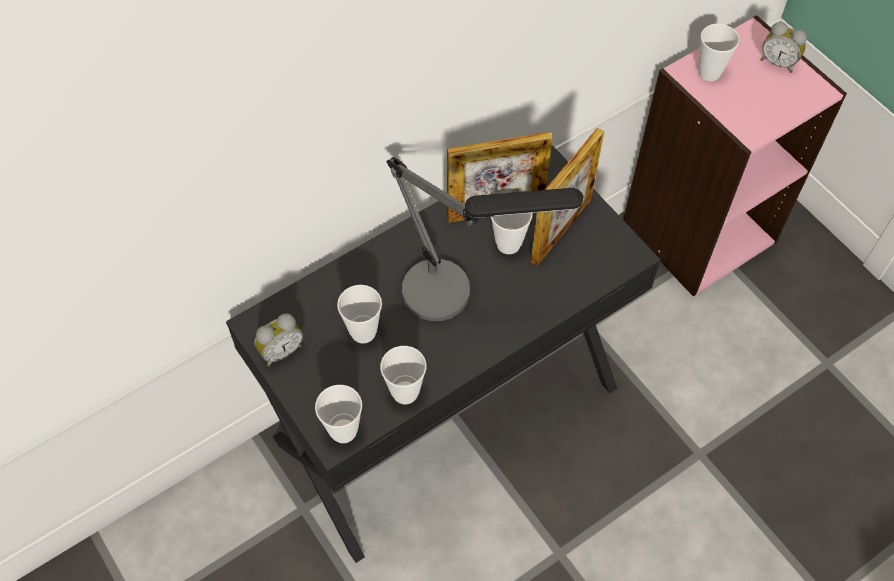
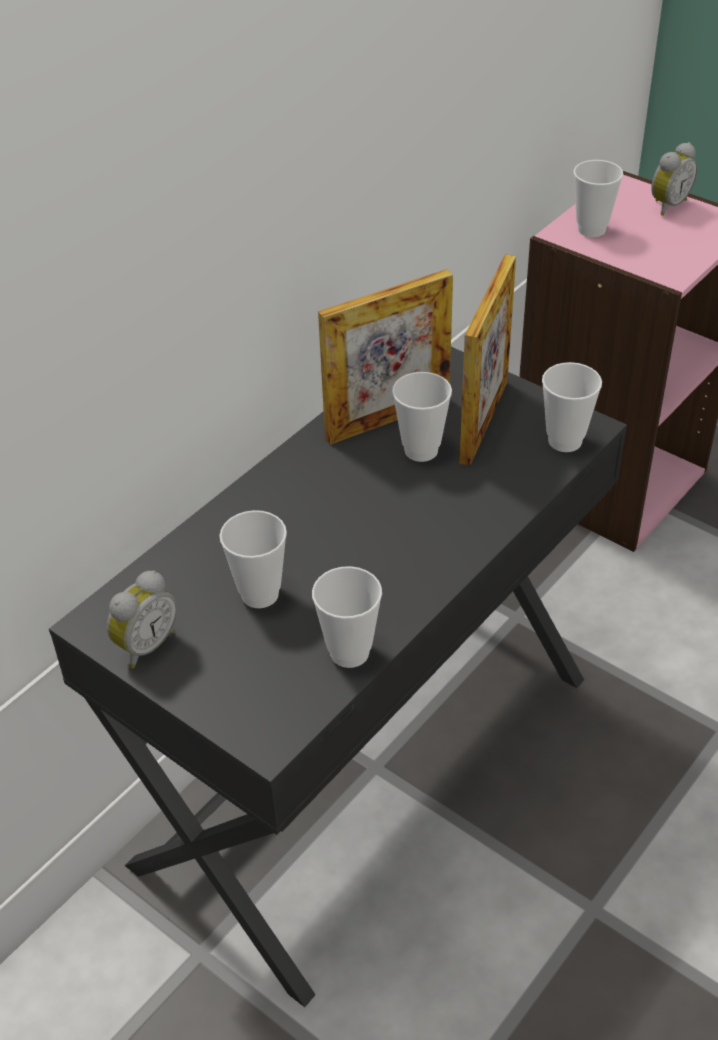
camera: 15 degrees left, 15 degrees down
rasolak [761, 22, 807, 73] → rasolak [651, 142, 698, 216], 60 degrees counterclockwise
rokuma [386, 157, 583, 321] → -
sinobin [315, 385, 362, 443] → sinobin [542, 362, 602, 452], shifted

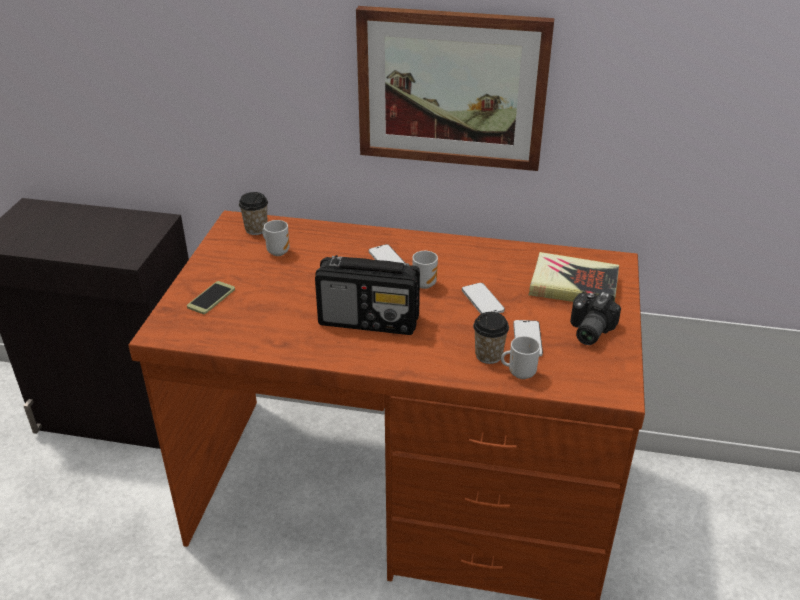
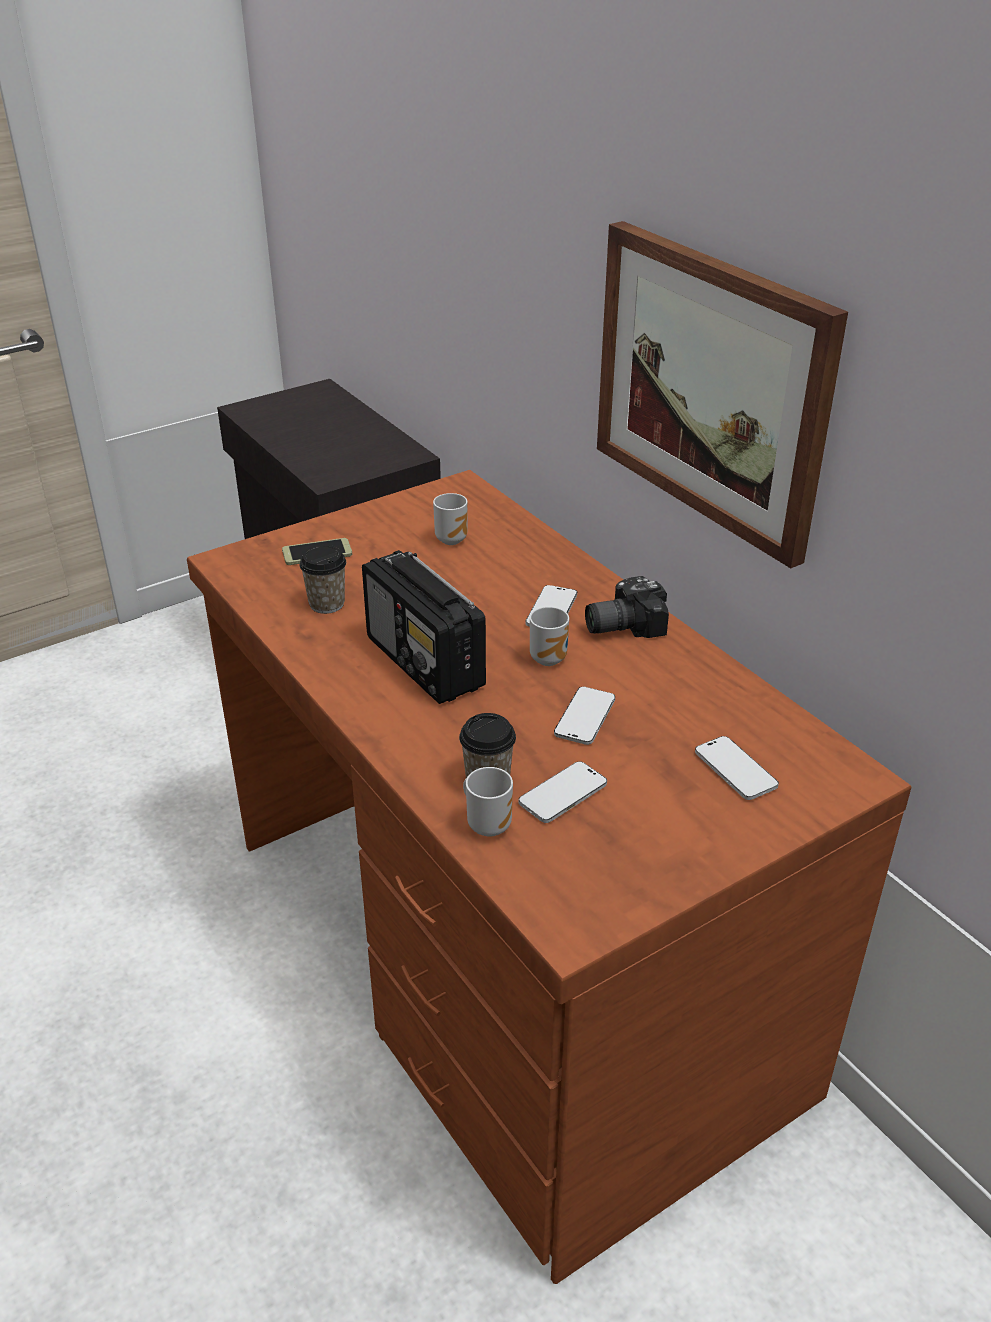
camera: 45 degrees right, 0 degrees up
sinobin [239, 192, 268, 235] → sinobin [299, 545, 346, 614], shifted
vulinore [529, 252, 619, 302] → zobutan [695, 736, 779, 800]
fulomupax [570, 292, 621, 345] → fulomupax [585, 576, 669, 638], shifted

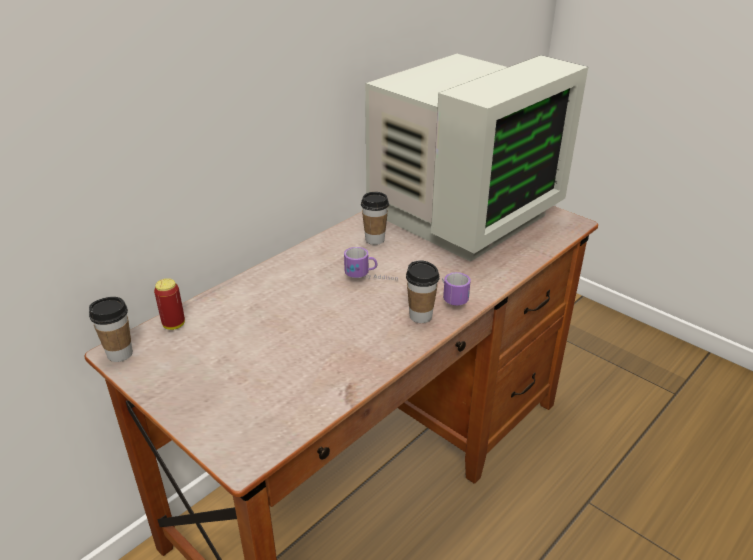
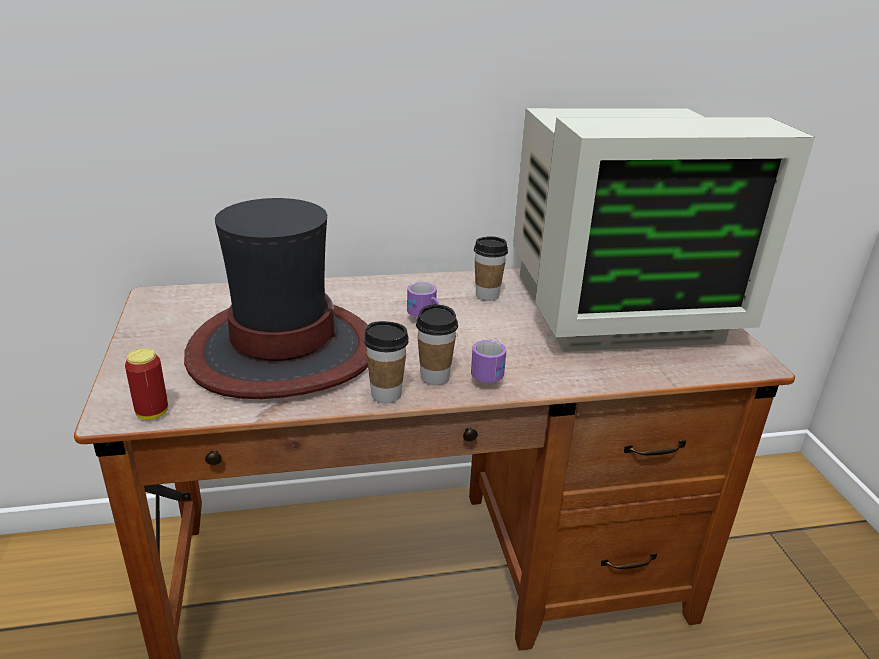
camera: 35 degrees right, 5 degrees down
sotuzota [154, 278, 185, 330] → sotuzota [125, 348, 168, 420], shifted
sinobin [89, 297, 133, 362] → sinobin [364, 321, 409, 403], shifted
- → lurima [184, 198, 368, 399]

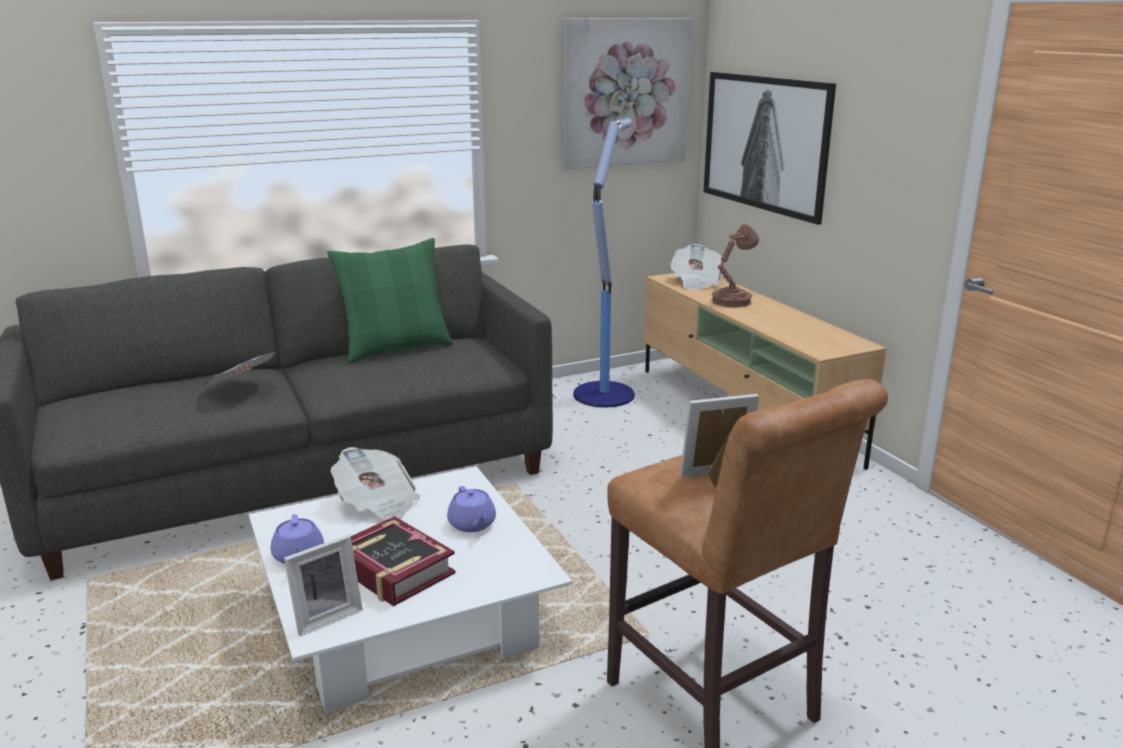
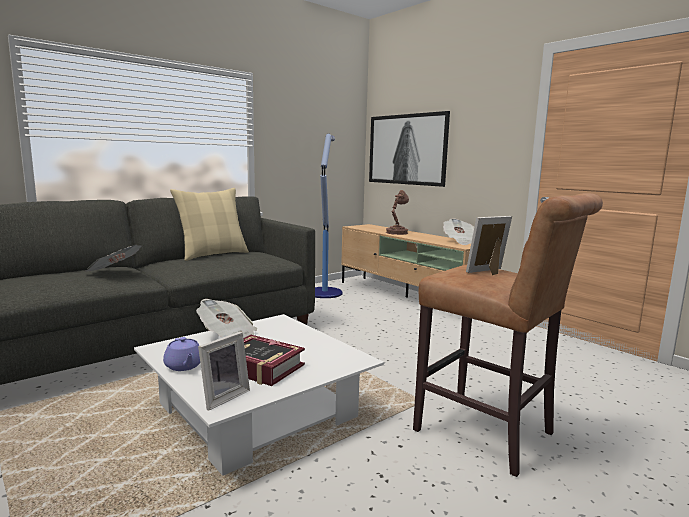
camera: 15 degrees left, 10 degrees down
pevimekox [563, 18, 692, 170] → -
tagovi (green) [327, 238, 453, 363] → tagovi (beige) [170, 188, 249, 261]
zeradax [670, 244, 724, 290] → zeradax [443, 218, 474, 245], shifted
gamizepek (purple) [447, 486, 496, 532] → -

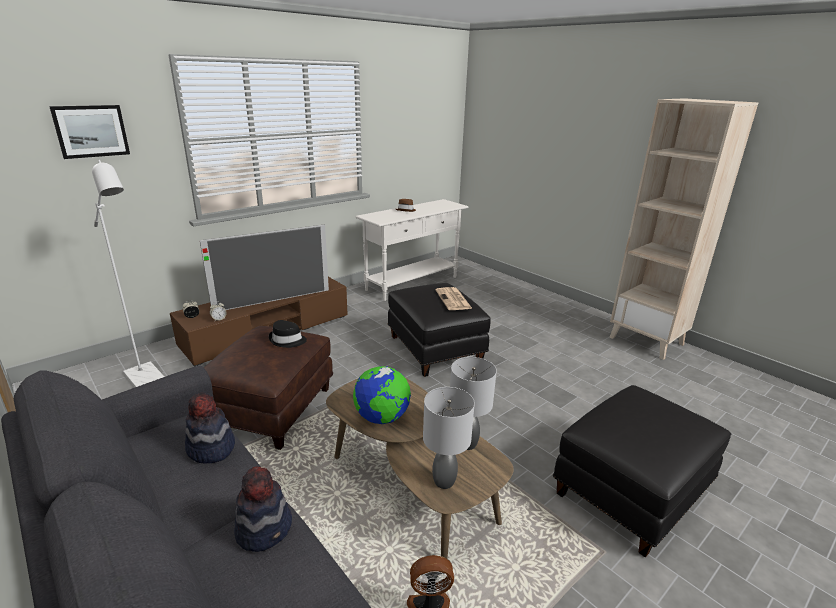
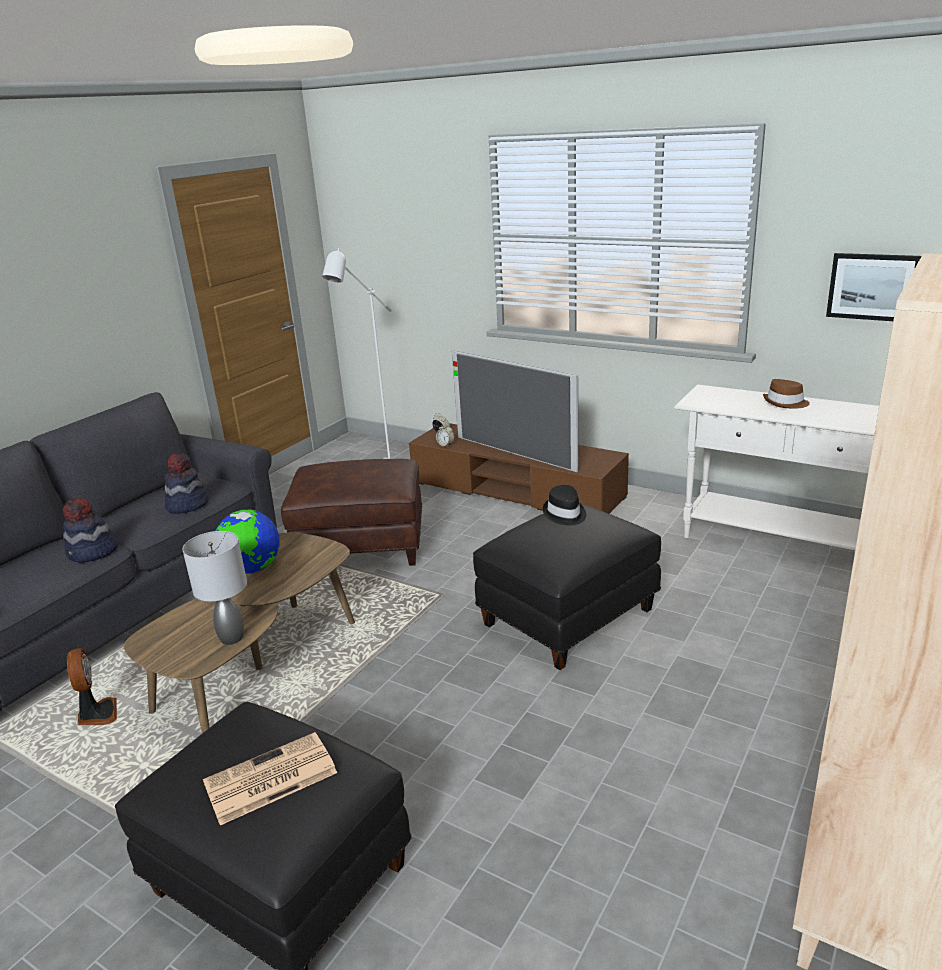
camera: 75 degrees right, 0 degrees up
pevimekox [49, 105, 130, 159] → pevimekox [826, 253, 921, 321], shifted
zeradax [435, 287, 472, 310] → zeradax [203, 732, 337, 825], shifted
lurima (black) [269, 320, 307, 348] → lurima (black) [543, 485, 586, 525], shifted
rokuma (grey) [423, 387, 475, 489] → -

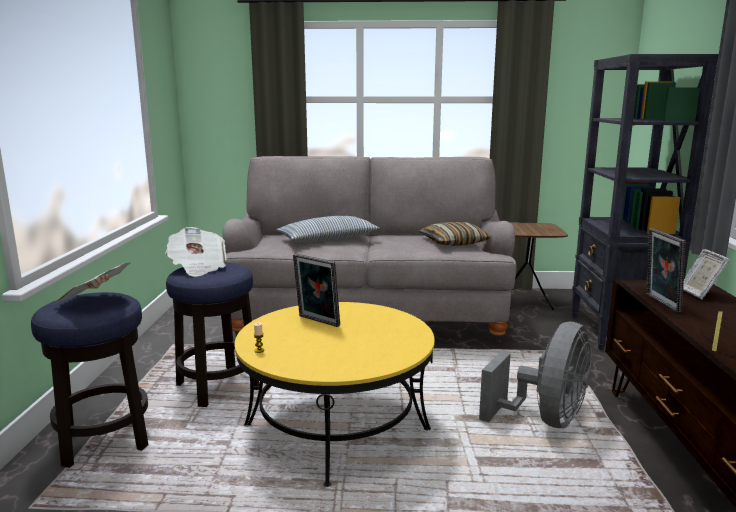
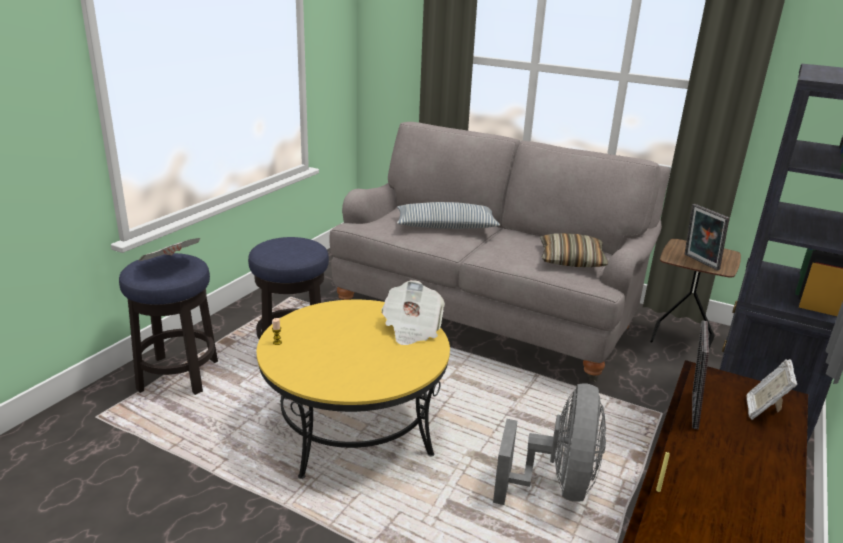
camera: 25 degrees right, 10 degrees up
zeradax [166, 227, 226, 277] → zeradax [381, 280, 445, 345], shifted
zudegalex [293, 254, 340, 327] → zudegalex [684, 204, 729, 270], shifted
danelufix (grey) [479, 322, 591, 428] → danelufix (grey) [493, 383, 606, 505], 45 degrees counterclockwise

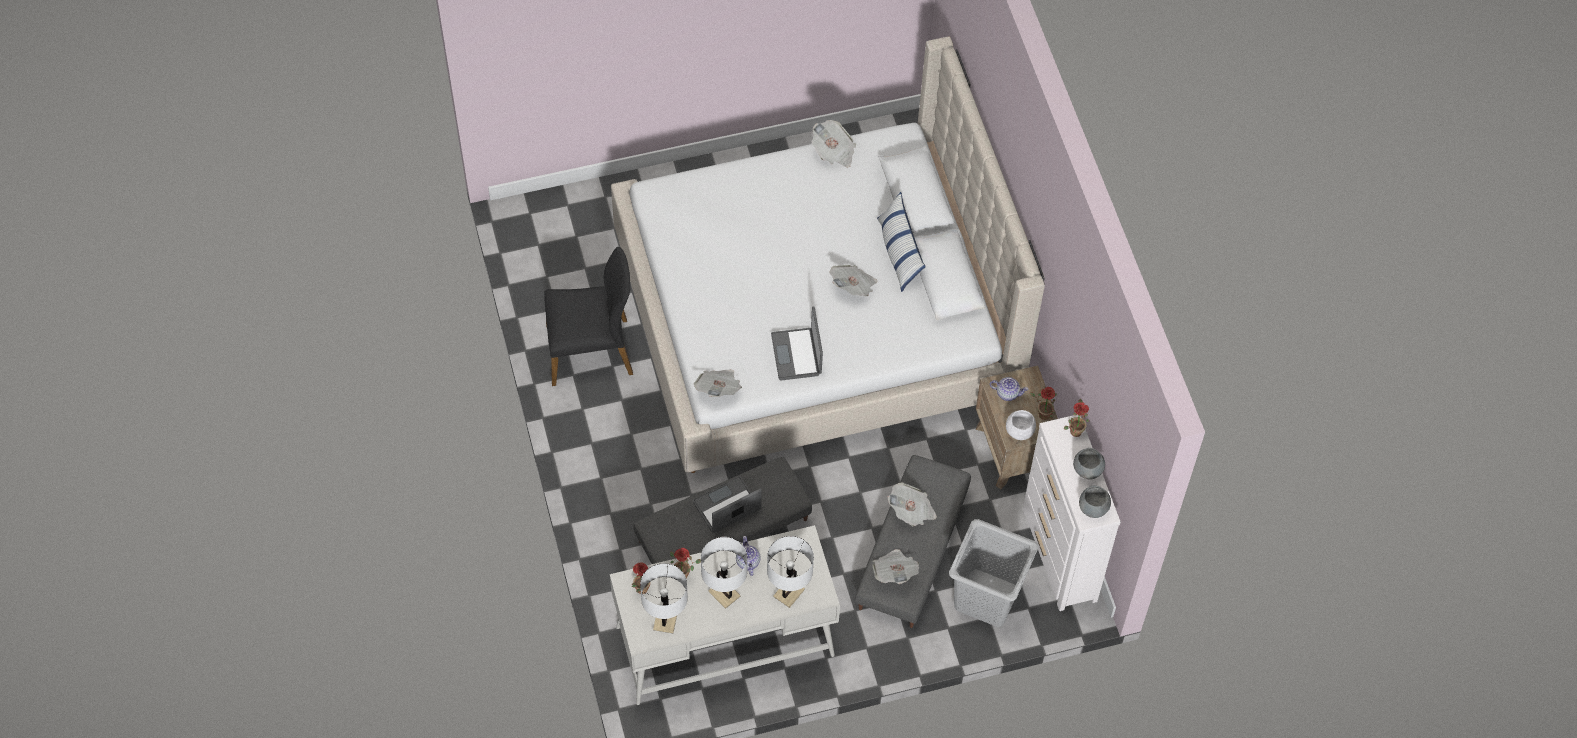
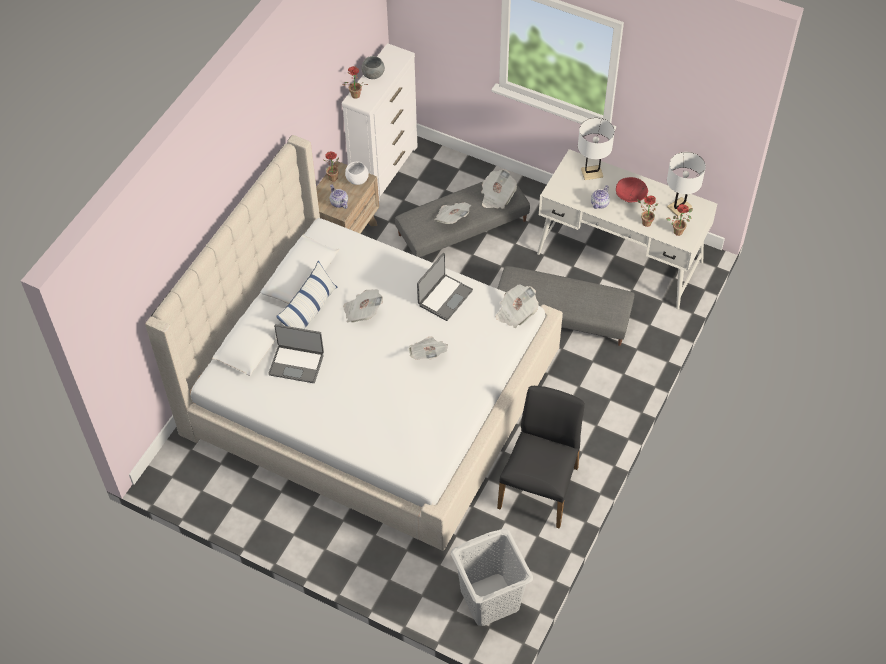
camera: 135 degrees left, 5 degrees down
zeradax [812, 120, 856, 168] → zeradax [409, 336, 448, 360], shifted
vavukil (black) [544, 247, 633, 386] → vavukil (black) [497, 386, 585, 529], 75 degrees clockwise
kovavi [693, 476, 762, 533] → kovavi [268, 324, 324, 383], shifted
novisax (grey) [1079, 485, 1111, 518] → -
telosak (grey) [949, 519, 1038, 627] → telosak (grey) [451, 529, 533, 626], shifted
rokuma (white) [701, 537, 747, 609] → novisax (red) [616, 177, 648, 202]

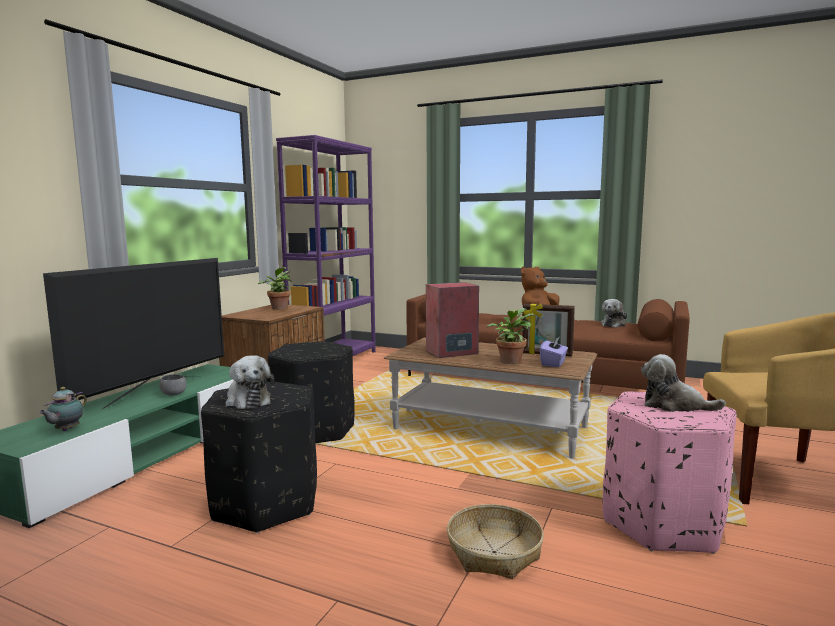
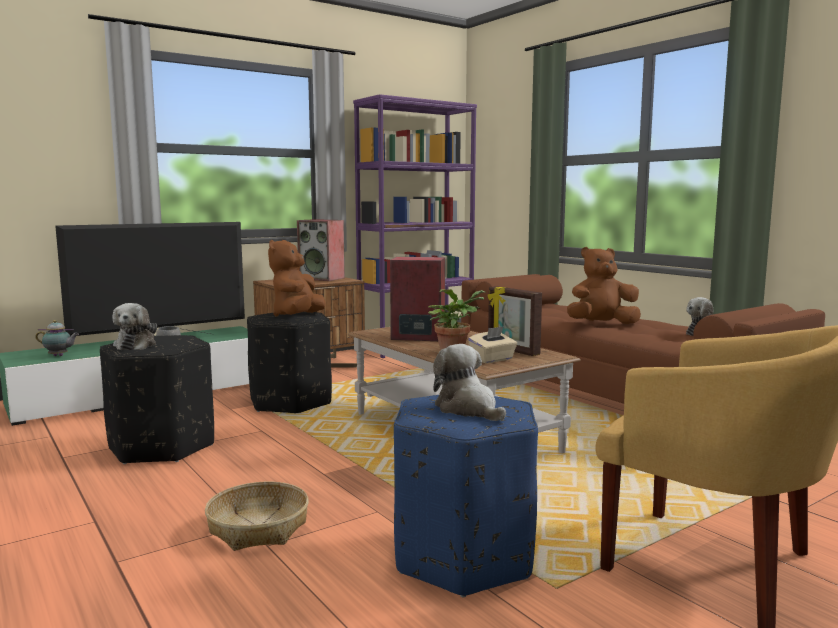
camera: 30 degrees right, 0 degrees up
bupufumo [258, 267, 292, 310] → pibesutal [297, 219, 345, 281]
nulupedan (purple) [540, 336, 568, 367] → nulupedan (beige) [468, 326, 517, 363]
gamizepek [39, 387, 87, 431] → gamizepek [35, 320, 79, 356], 135 degrees counterclockwise
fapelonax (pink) [603, 392, 737, 554] → fapelonax (blue) [394, 395, 538, 598]
- → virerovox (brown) [268, 240, 326, 316]

